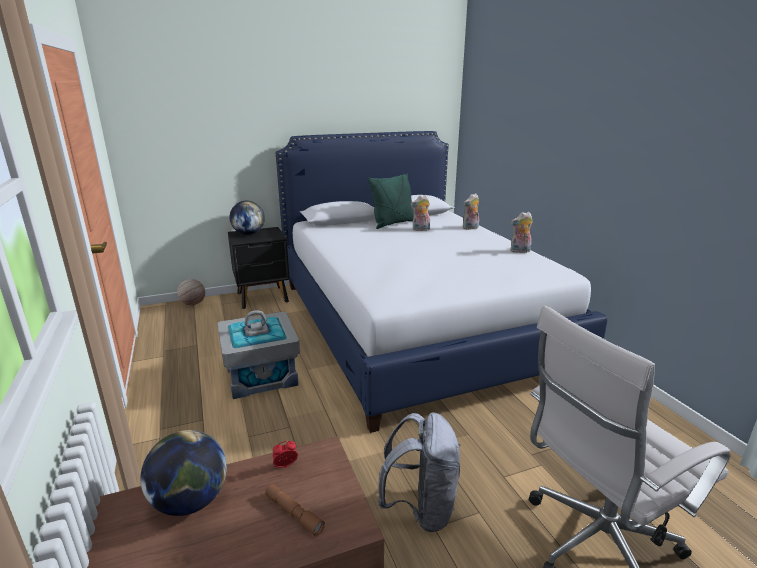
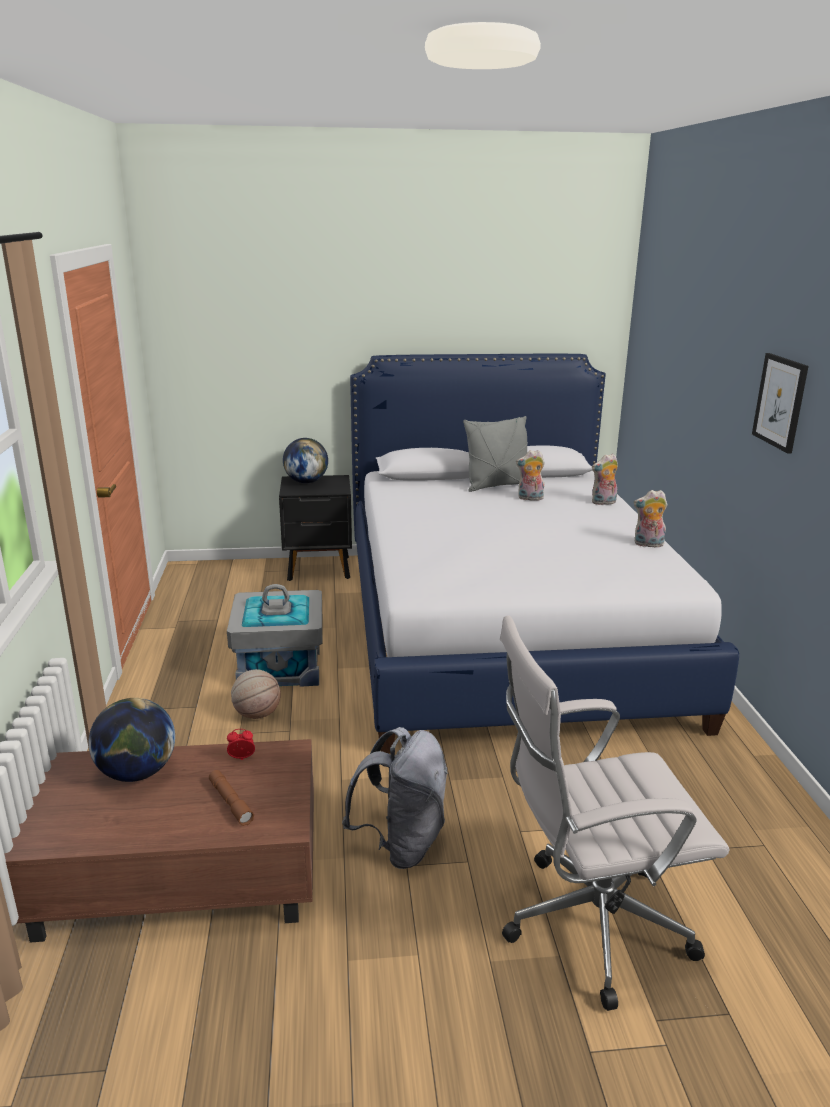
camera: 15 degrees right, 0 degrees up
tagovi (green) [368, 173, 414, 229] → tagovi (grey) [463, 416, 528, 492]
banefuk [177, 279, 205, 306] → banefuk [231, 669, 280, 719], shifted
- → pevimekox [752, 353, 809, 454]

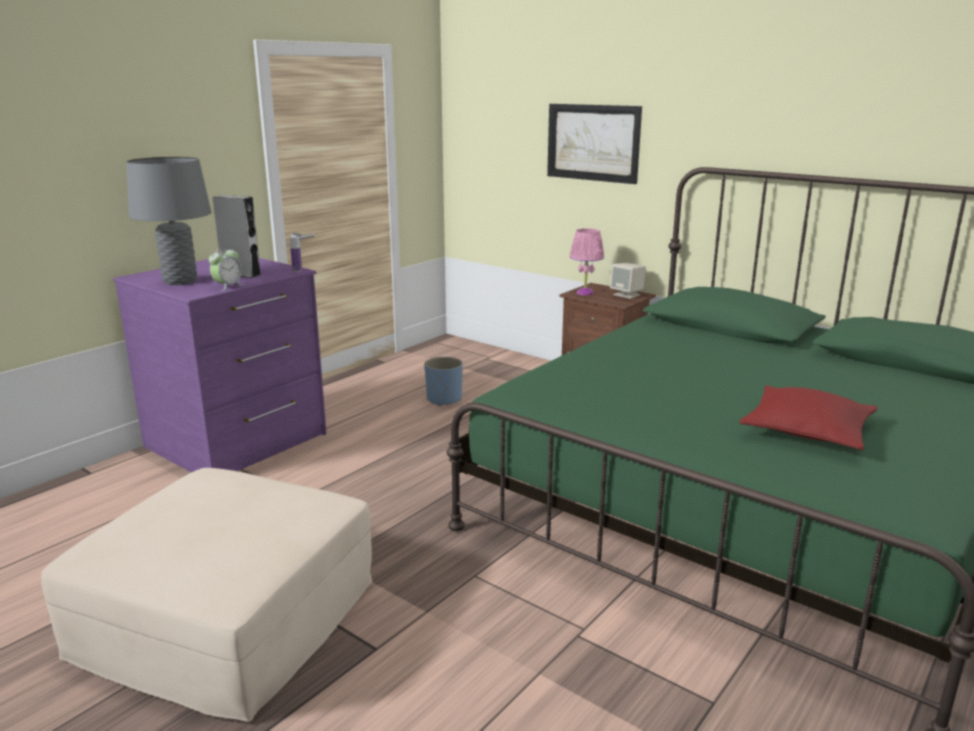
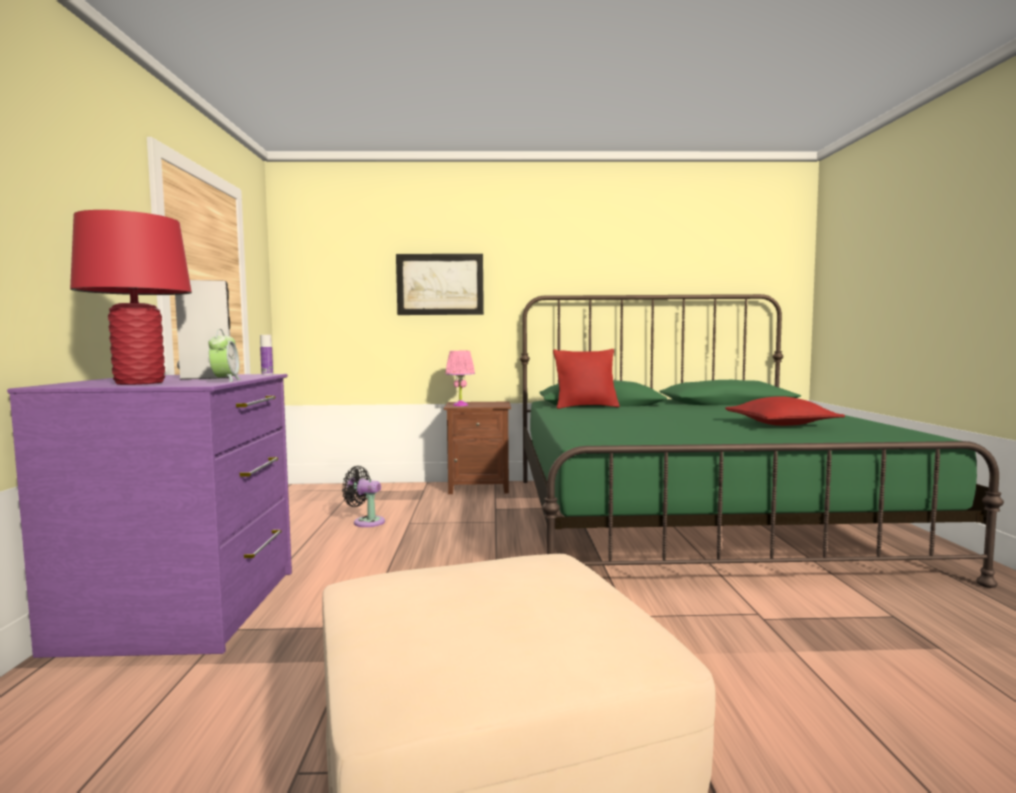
camera: 40 degrees left, 15 degrees down
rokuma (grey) [126, 157, 211, 285] → rokuma (red) [70, 210, 192, 385]
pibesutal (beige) [610, 263, 646, 299] → -
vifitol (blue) [425, 357, 463, 406] → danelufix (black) [342, 466, 385, 527]
- → tagovi (red) [553, 349, 620, 409]

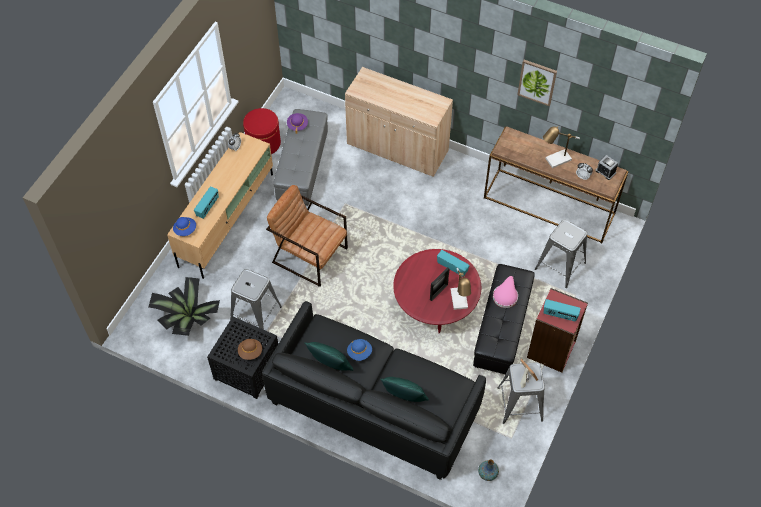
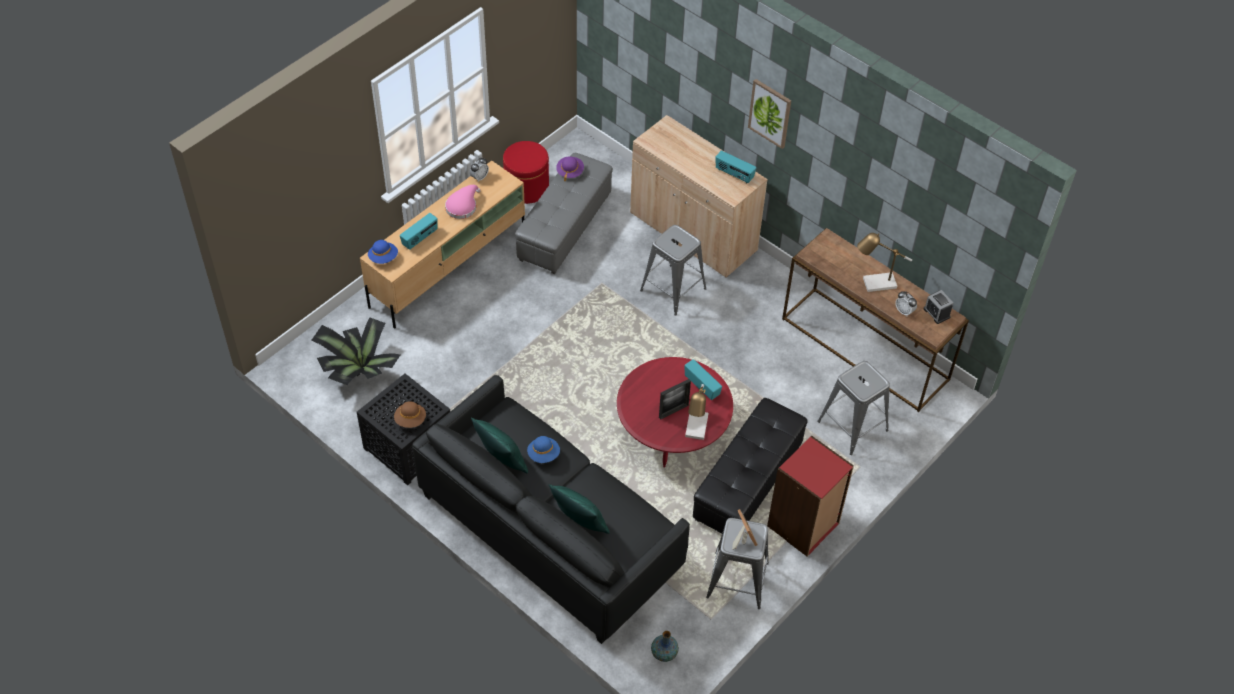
camera: 15 degrees right, 5 degrees down
pevimekox [517, 60, 557, 106] → pevimekox [748, 79, 791, 149], shifted
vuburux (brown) [266, 185, 348, 287] → -
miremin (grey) [230, 269, 282, 330] → miremin (grey) [640, 225, 706, 316], shifted
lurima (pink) [493, 276, 518, 308] → lurima (pink) [445, 185, 481, 219], shifted
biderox [544, 299, 581, 322] → biderox [715, 151, 757, 183], shifted

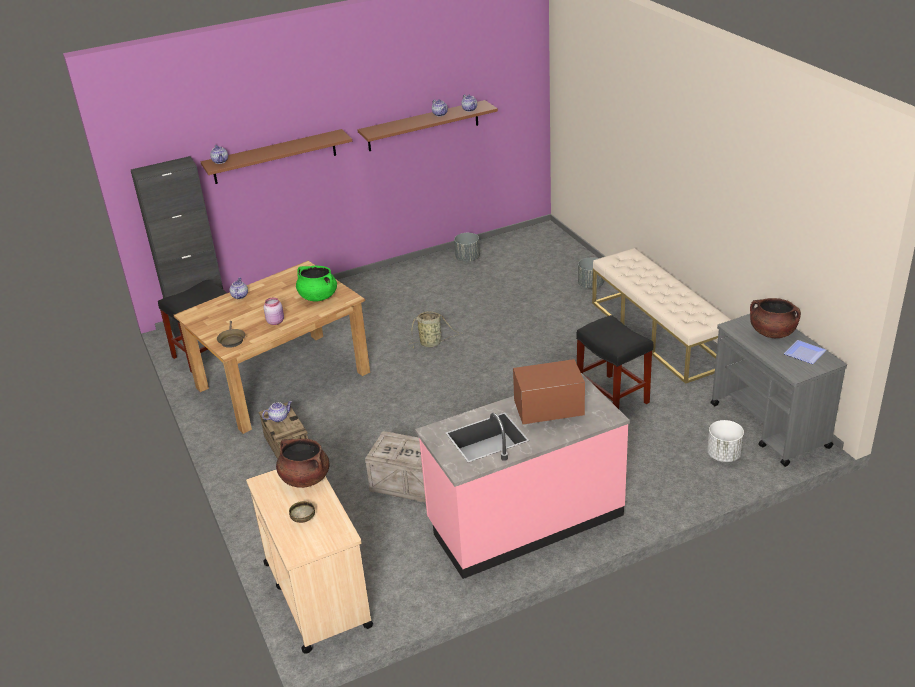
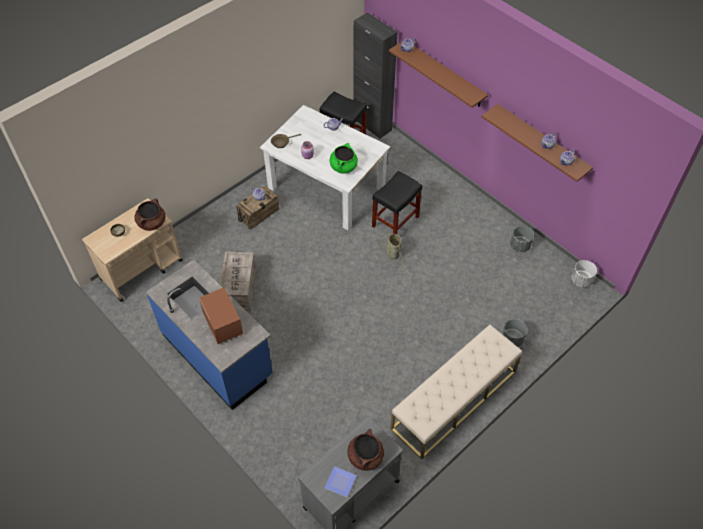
camera: 70 degrees right, 20 degrees up
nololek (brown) [174, 261, 370, 434] → nololek (white) [260, 105, 390, 231]
miremin (black) [576, 315, 653, 409] → miremin (black) [372, 171, 422, 234], shifted
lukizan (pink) [415, 373, 630, 579] → lukizan (blue) [146, 260, 273, 410]
vifitol (white) [707, 420, 744, 462] → vifitol (white) [571, 260, 597, 288], shifted

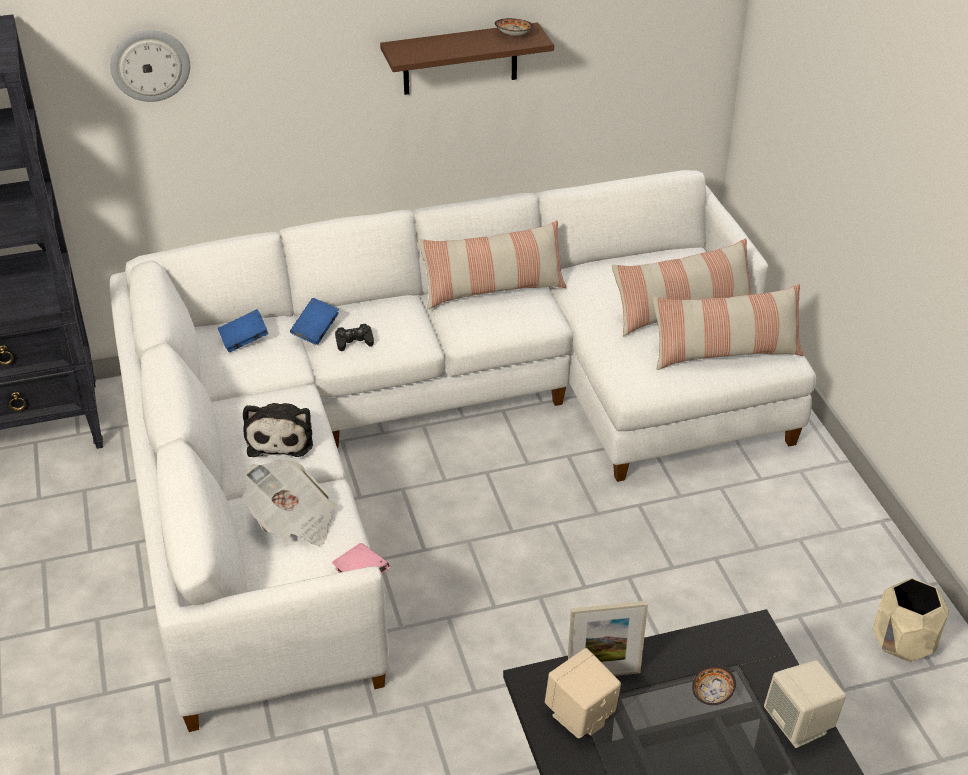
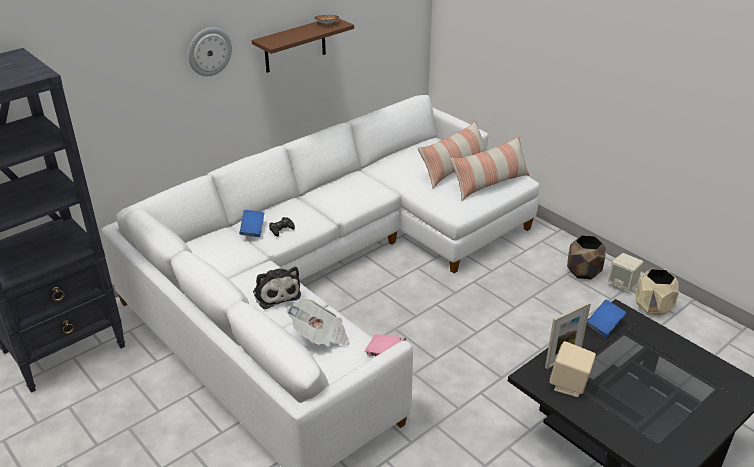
camera: 25 degrees left, 5 degrees down
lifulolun [110, 30, 190, 102] → lifulolun [188, 27, 232, 76], shifted
tagovi [418, 220, 566, 309] → -
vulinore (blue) [218, 309, 268, 352] → vulinore (blue) [587, 300, 626, 337], shifted
pibesutal (beige) [764, 660, 846, 748] → pibesutal (beige) [607, 253, 643, 293], shifted
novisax [692, 665, 736, 705] → -
- → vifitol (brown) [567, 235, 606, 279]

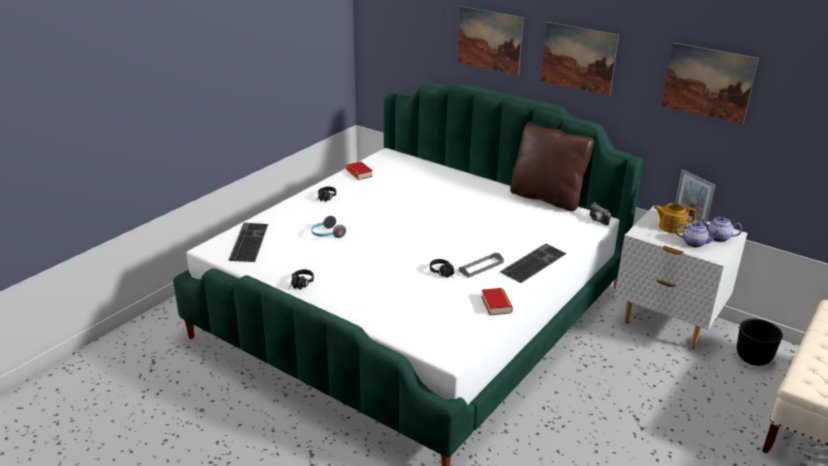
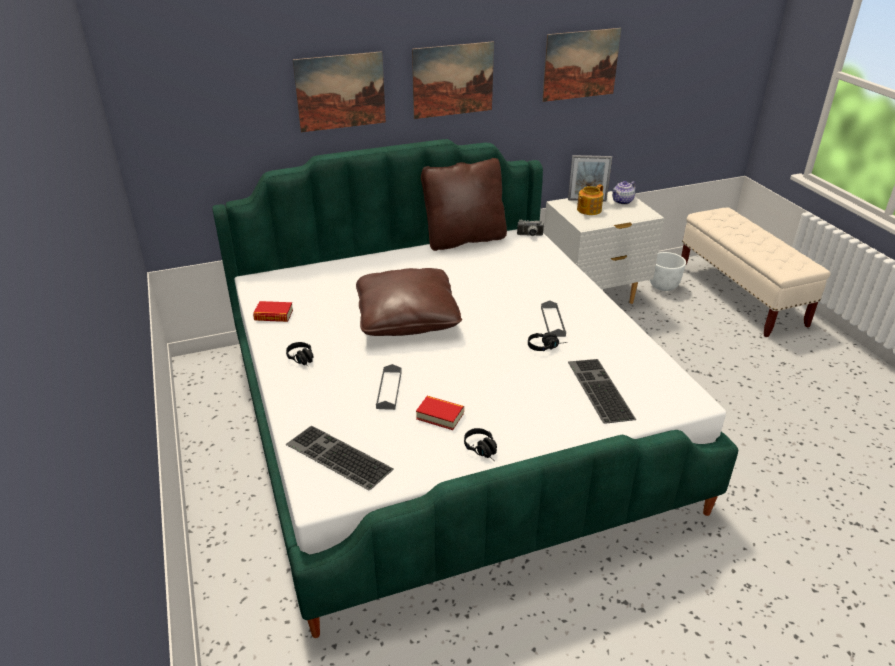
camera: 55 degrees left, 5 degrees up
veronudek [311, 216, 346, 238] → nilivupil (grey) [376, 364, 402, 410]
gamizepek [675, 222, 719, 247] → -
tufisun [500, 243, 567, 283] → tufisun [568, 359, 636, 424], shifted
vulinore [481, 288, 513, 315] → vulinore [416, 396, 464, 430], shifted
vifitol (black) [737, 319, 783, 366] → vifitol (white) [650, 252, 686, 291]
- → tagovi (brown) [356, 268, 462, 336]

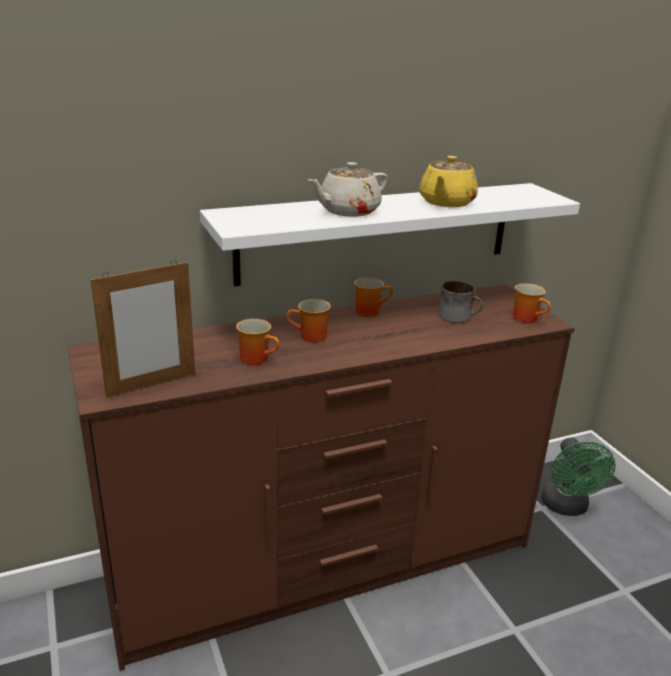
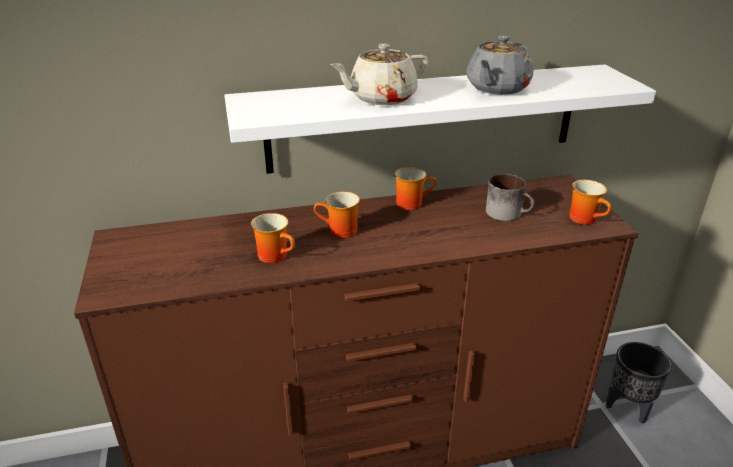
camera: 10 degrees right, 5 degrees up
gamizepek (yellow) [419, 156, 478, 207] → gamizepek (grey) [466, 35, 533, 95]
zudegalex [90, 260, 195, 398] → -
danelufix (green) [541, 438, 616, 516] → vifitol (black) [606, 342, 671, 424]

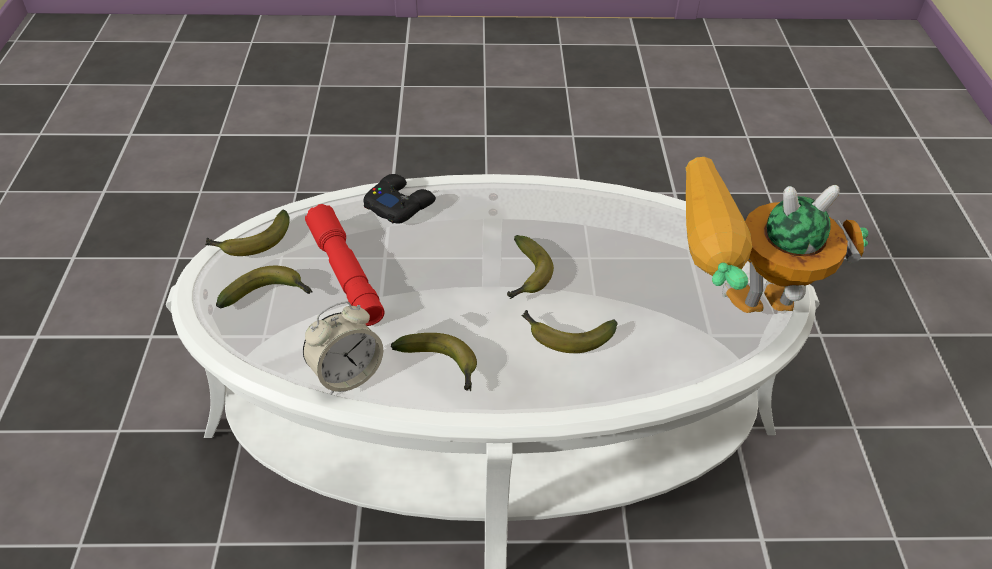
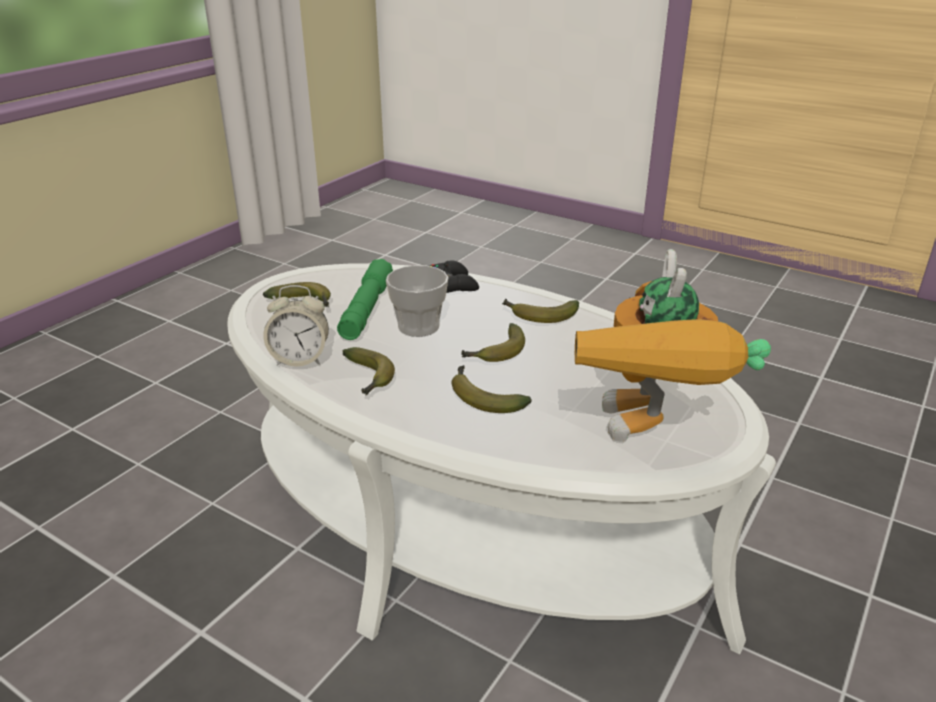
camera: 35 degrees right, 15 degrees down
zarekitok [686, 157, 868, 313] → zarekitok [575, 249, 771, 442], 120 degrees counterclockwise
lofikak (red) [305, 204, 385, 326] → lofikak (green) [337, 259, 393, 340]
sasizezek [205, 210, 290, 256] → sasizezek [502, 299, 579, 323], shifted
- → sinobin [386, 265, 448, 337]

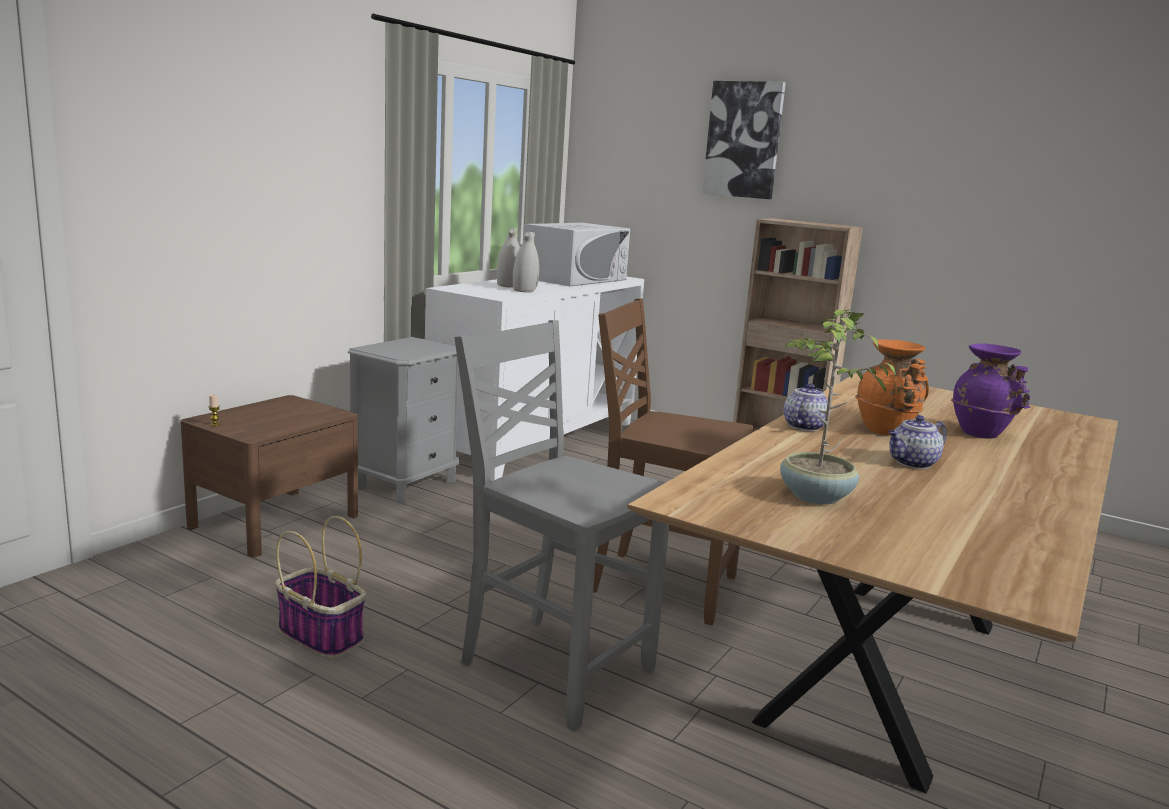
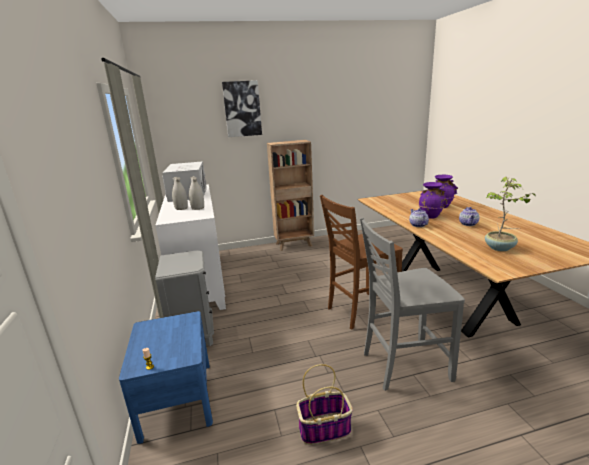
camera: 45 degrees left, 5 degrees up
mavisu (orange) [855, 339, 929, 436] → mavisu (purple) [418, 182, 448, 219]
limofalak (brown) [181, 395, 358, 557] → limofalak (blue) [119, 311, 213, 444]

